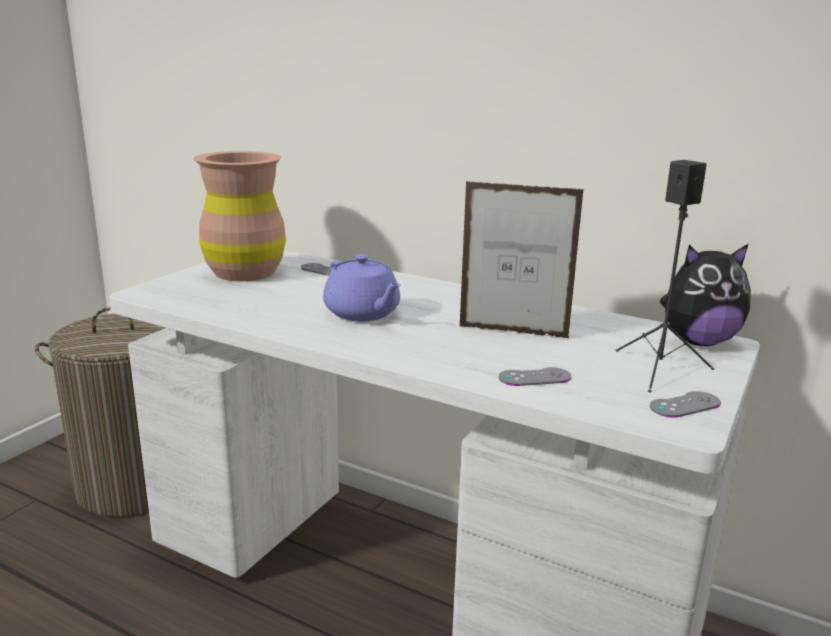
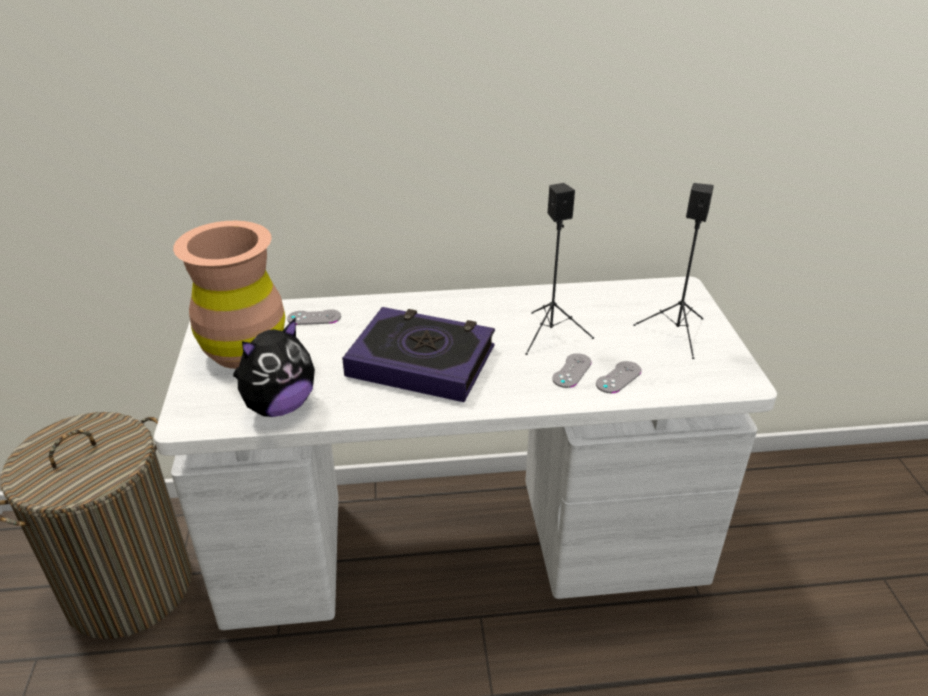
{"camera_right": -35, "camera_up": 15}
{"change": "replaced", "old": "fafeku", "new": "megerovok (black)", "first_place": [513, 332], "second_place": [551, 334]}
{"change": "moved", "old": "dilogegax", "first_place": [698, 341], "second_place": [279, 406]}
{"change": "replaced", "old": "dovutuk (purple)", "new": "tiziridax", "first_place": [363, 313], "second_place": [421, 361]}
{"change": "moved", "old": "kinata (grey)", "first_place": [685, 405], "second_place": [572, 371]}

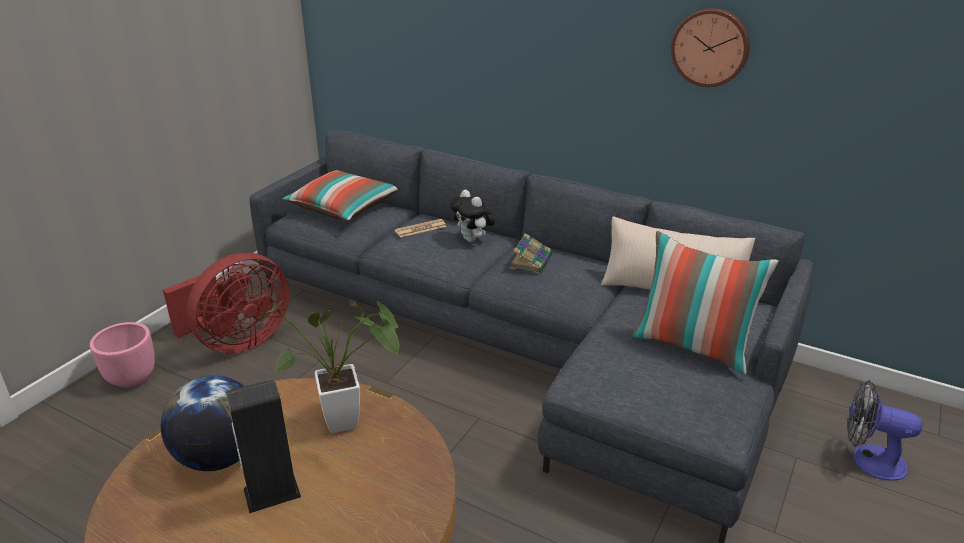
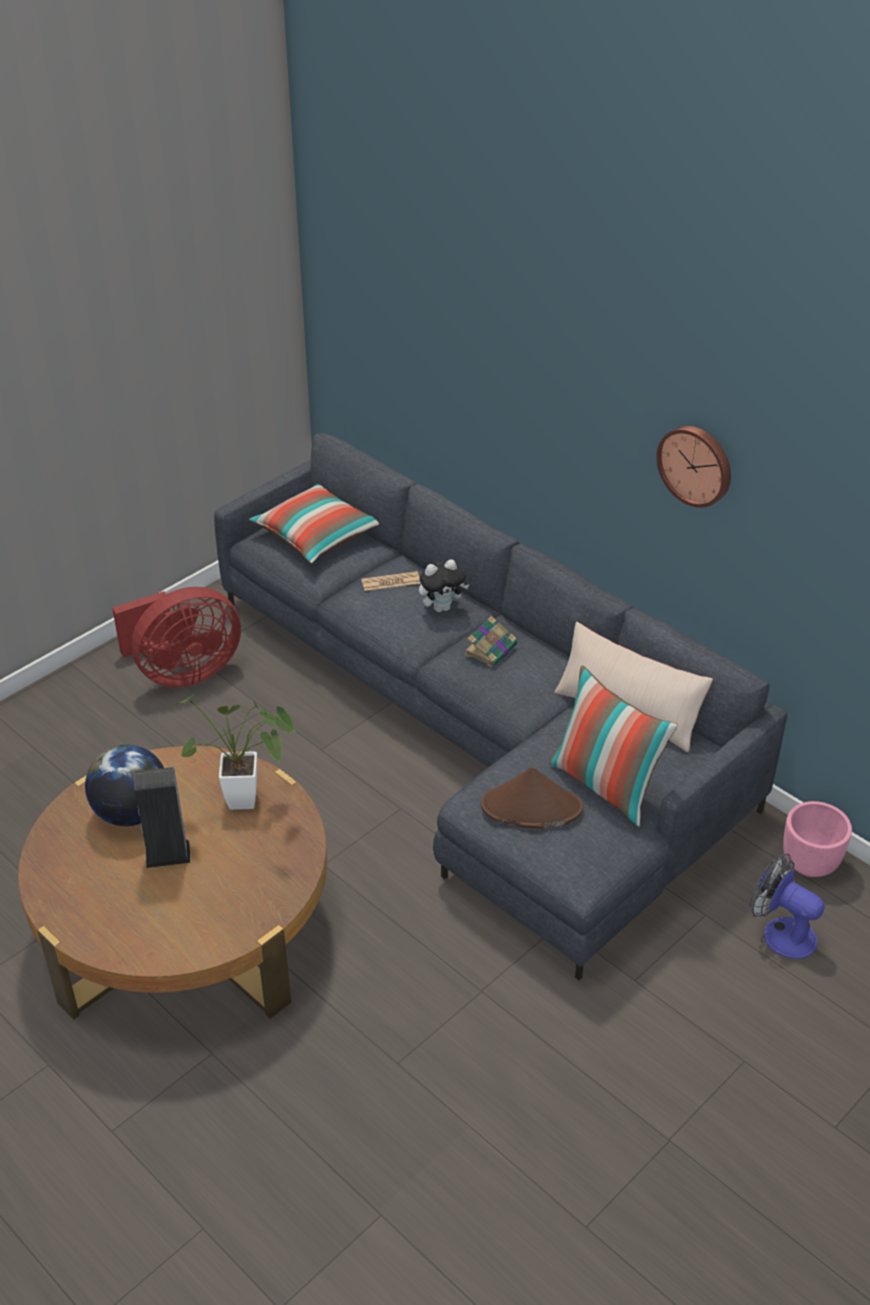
{"camera_right": 15, "camera_up": 10}
{"change": "turned", "old": "dilogegax", "first_place": [472, 240], "second_place": [442, 607], "degrees": -90}
{"change": "moved", "old": "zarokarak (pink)", "first_place": [132, 378], "second_place": [810, 863]}
{"change": "added", "new": "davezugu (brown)", "second_place": [531, 807]}

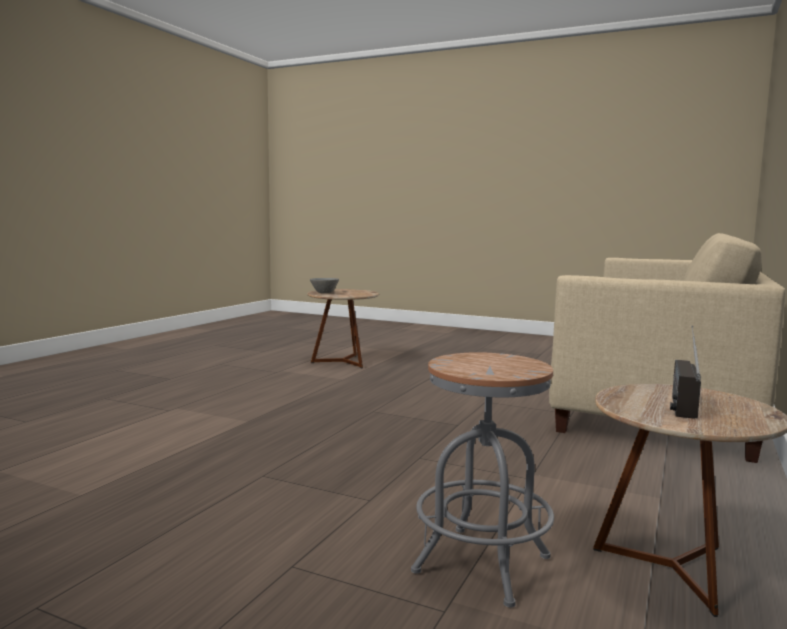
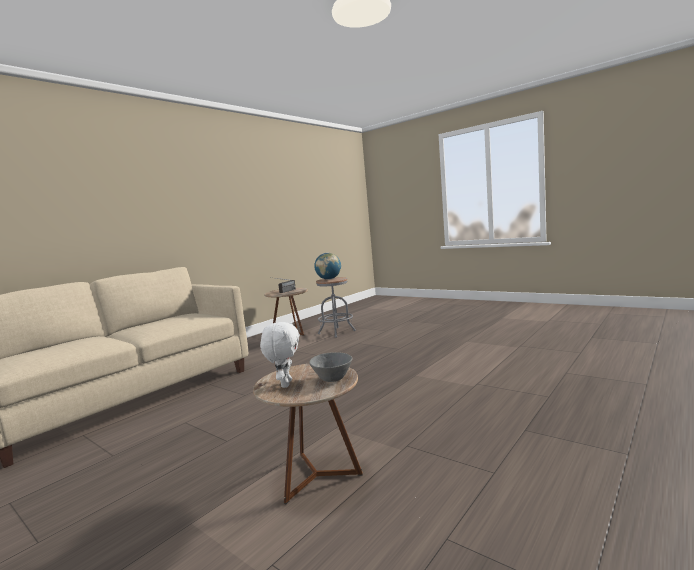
{"camera_right": -165, "camera_up": 0}
{"change": "added", "new": "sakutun", "second_place": [329, 279]}
{"change": "added", "new": "dilogegax (white)", "second_place": [285, 384]}

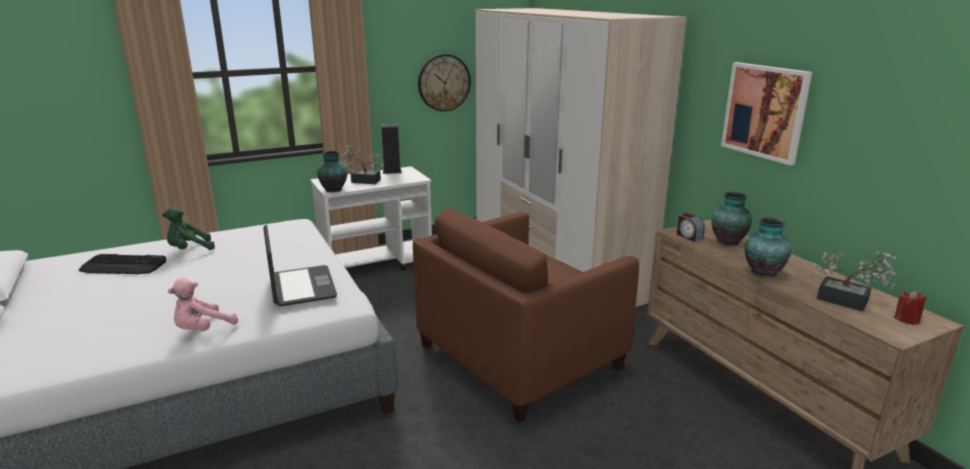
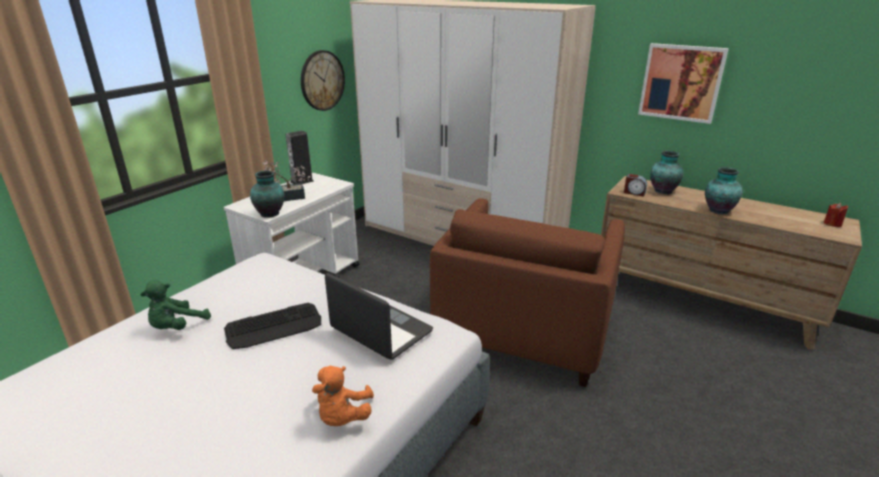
{"camera_right": -30, "camera_up": 5}
{"change": "removed", "old": "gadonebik", "first_place": [848, 302]}
{"change": "moved", "old": "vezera", "first_place": [124, 265], "second_place": [274, 326]}
{"change": "recoloured", "old": "dilogegax (pink)", "new": "dilogegax (orange)", "first_place": [202, 330], "second_place": [342, 417]}

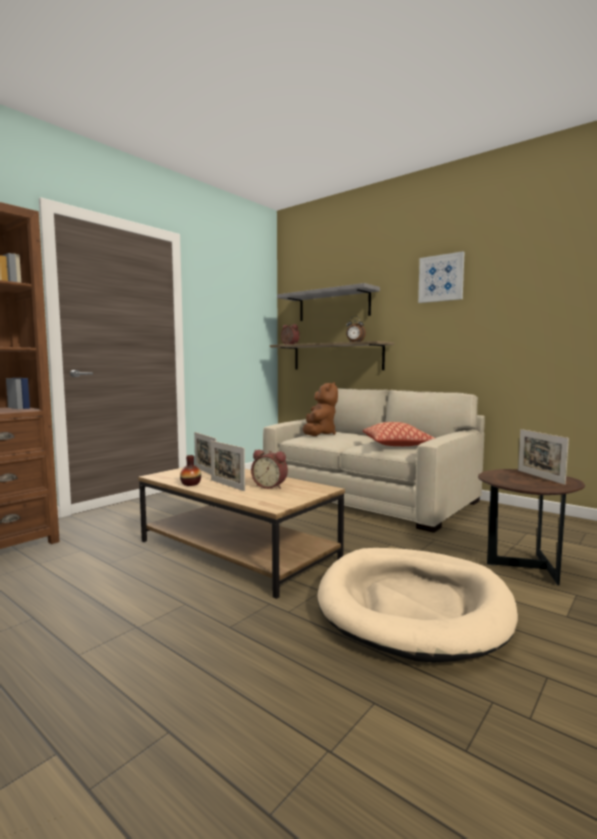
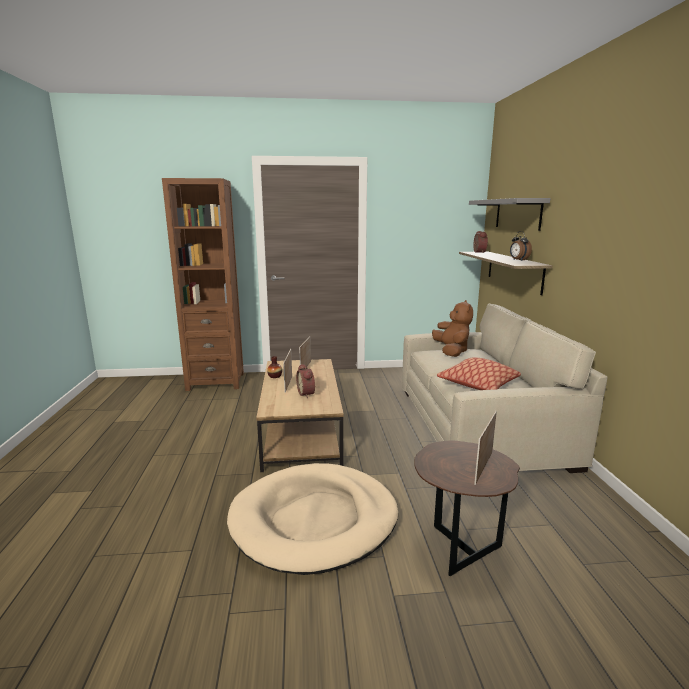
{"camera_right": 45, "camera_up": 10}
{"change": "removed", "old": "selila", "first_place": [441, 278]}
{"change": "turned", "old": "dilogegax (brown)", "first_place": [319, 434], "second_place": [451, 351], "degrees": -60}

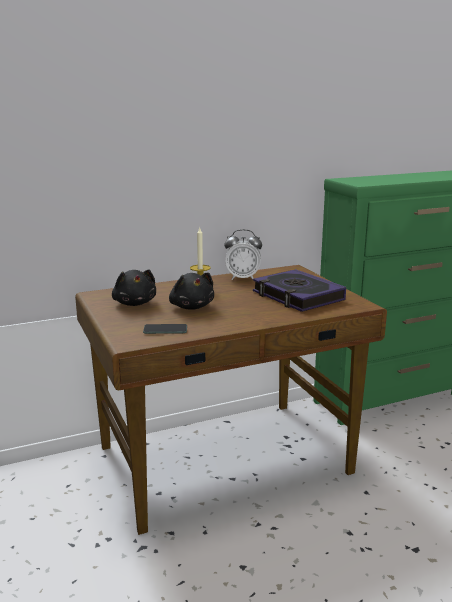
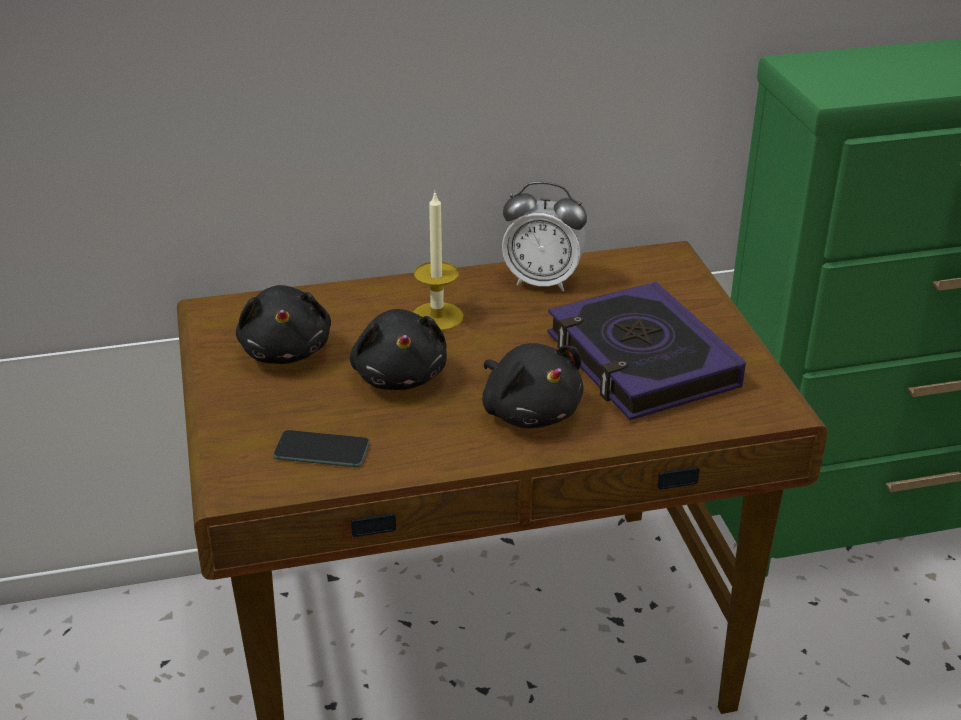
{"camera_right": 10, "camera_up": 15}
{"change": "added", "new": "dilogegax (black)", "second_place": [529, 411]}

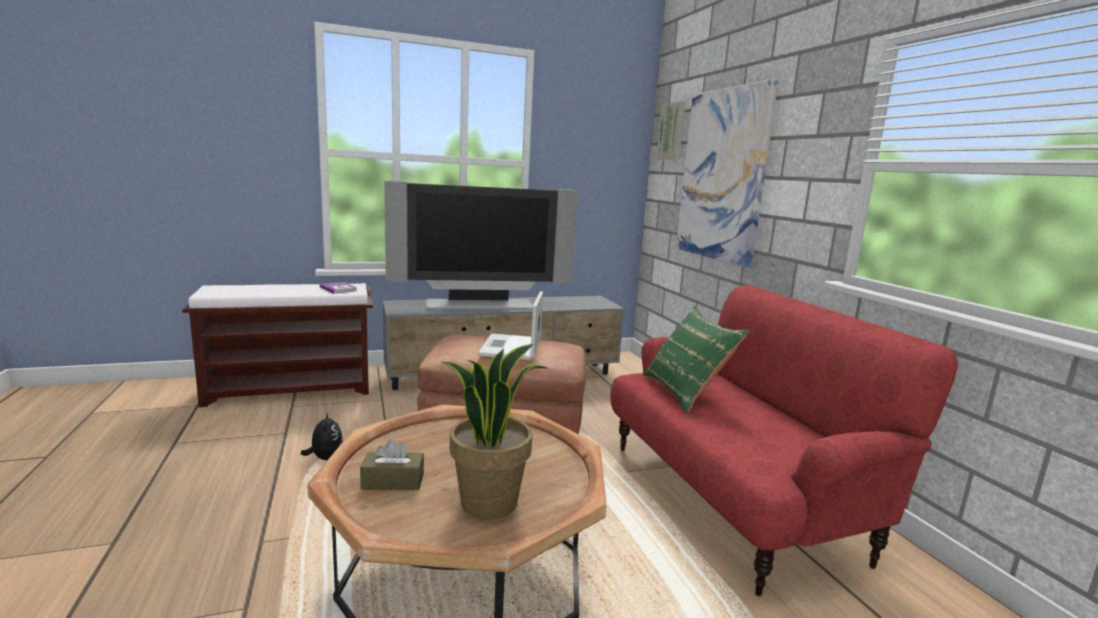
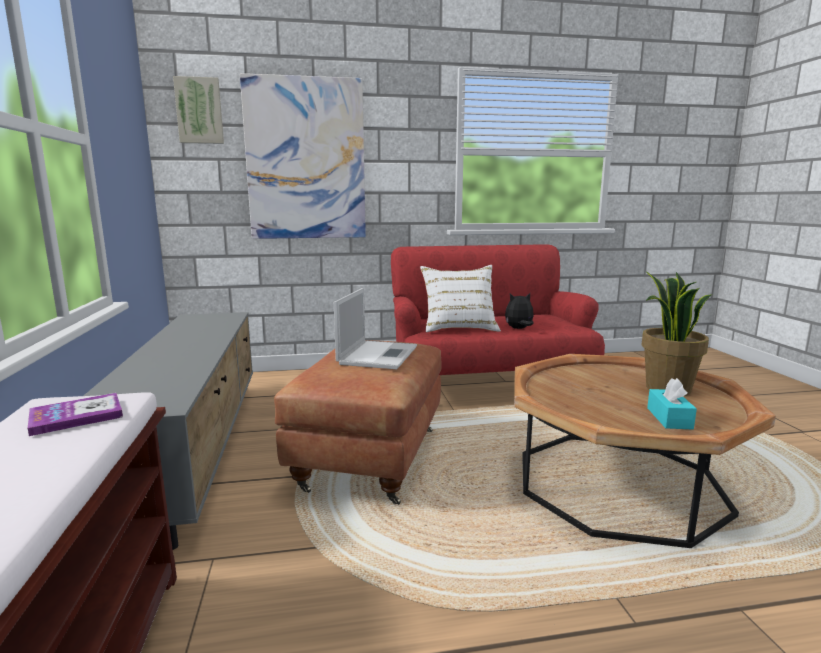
{"camera_right": -80, "camera_up": 0}
{"change": "removed", "old": "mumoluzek", "first_place": [480, 305]}
{"change": "turned", "old": "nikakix", "first_place": [511, 348], "second_place": [378, 355], "degrees": -90}
{"change": "recoloured", "old": "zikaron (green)", "new": "zikaron (white)", "first_place": [686, 392], "second_place": [459, 328]}
{"change": "moved", "old": "dilogegax", "first_place": [325, 458], "second_place": [519, 329]}
{"change": "recoloured", "old": "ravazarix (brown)", "new": "ravazarix (turquoise)", "first_place": [393, 481], "second_place": [669, 418]}

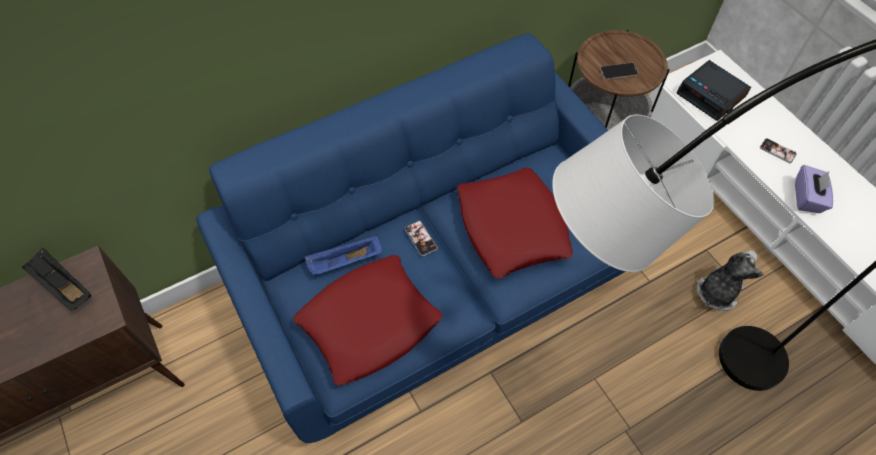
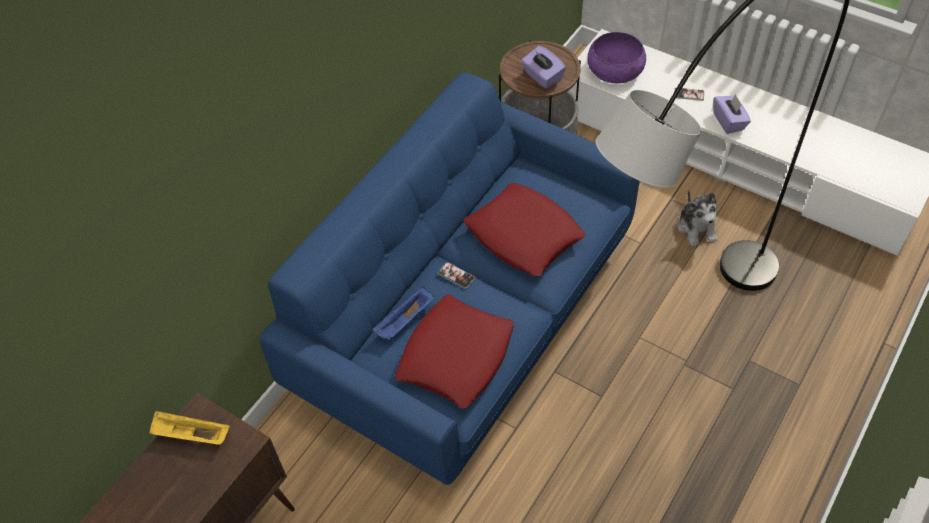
{"camera_right": -25, "camera_up": -5}
{"change": "replaced", "old": "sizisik", "new": "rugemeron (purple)", "first_place": [711, 95], "second_place": [615, 70]}
{"change": "replaced", "old": "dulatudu", "new": "ravazarix (purple)", "first_place": [619, 71], "second_place": [542, 77]}
{"change": "recoloured", "old": "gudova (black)", "new": "gudova (yellow)", "first_place": [63, 286], "second_place": [191, 435]}
{"change": "turned", "old": "dilogegax", "first_place": [717, 291], "second_place": [696, 228], "degrees": 150}

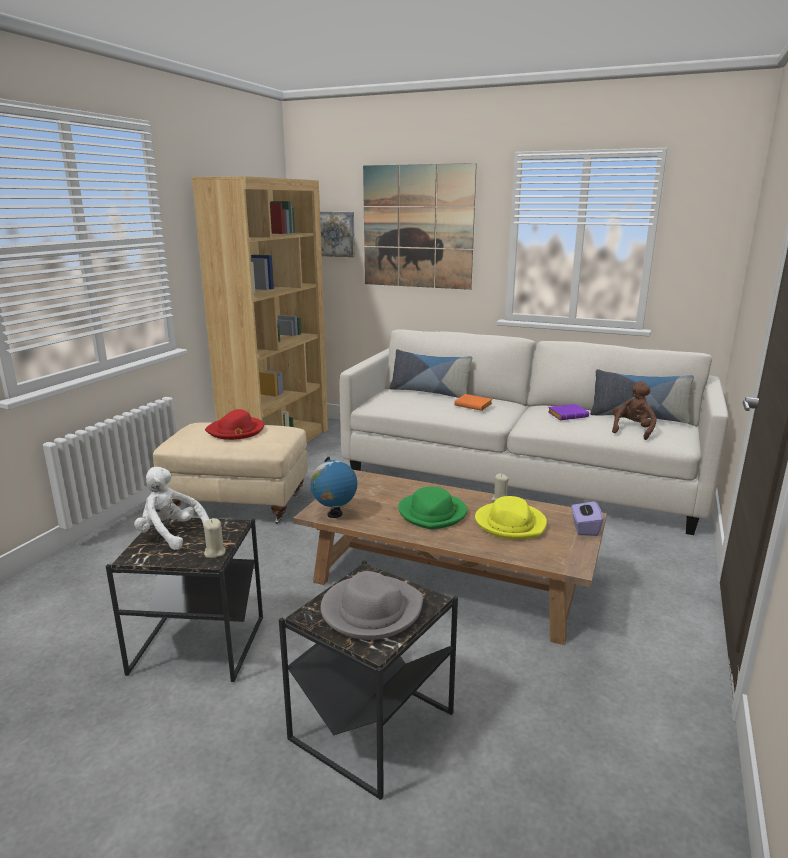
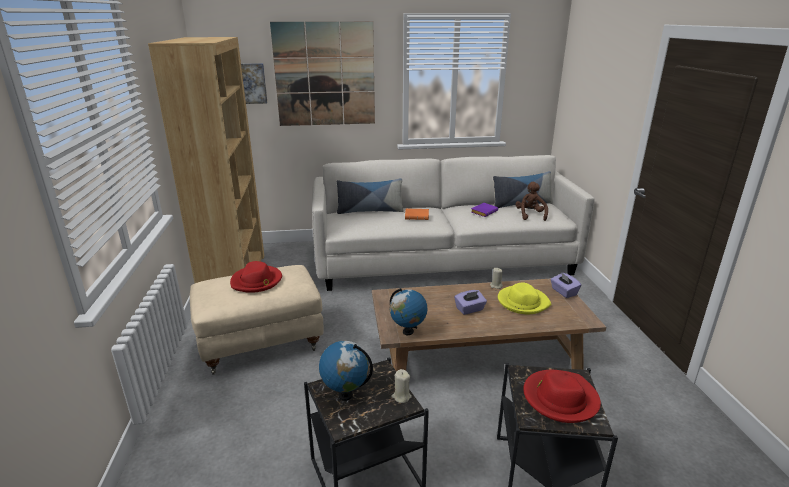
{"camera_right": -30, "camera_up": 5}
{"change": "replaced", "old": "dilogegax (white)", "new": "sakutun", "first_place": [171, 534], "second_place": [345, 395]}
{"change": "replaced", "old": "davezugu (green)", "new": "ravazarix (purple)", "first_place": [433, 513], "second_place": [470, 309]}
{"change": "recoloured", "old": "davezugu (grey)", "new": "davezugu (red)", "first_place": [371, 610], "second_place": [560, 398]}

